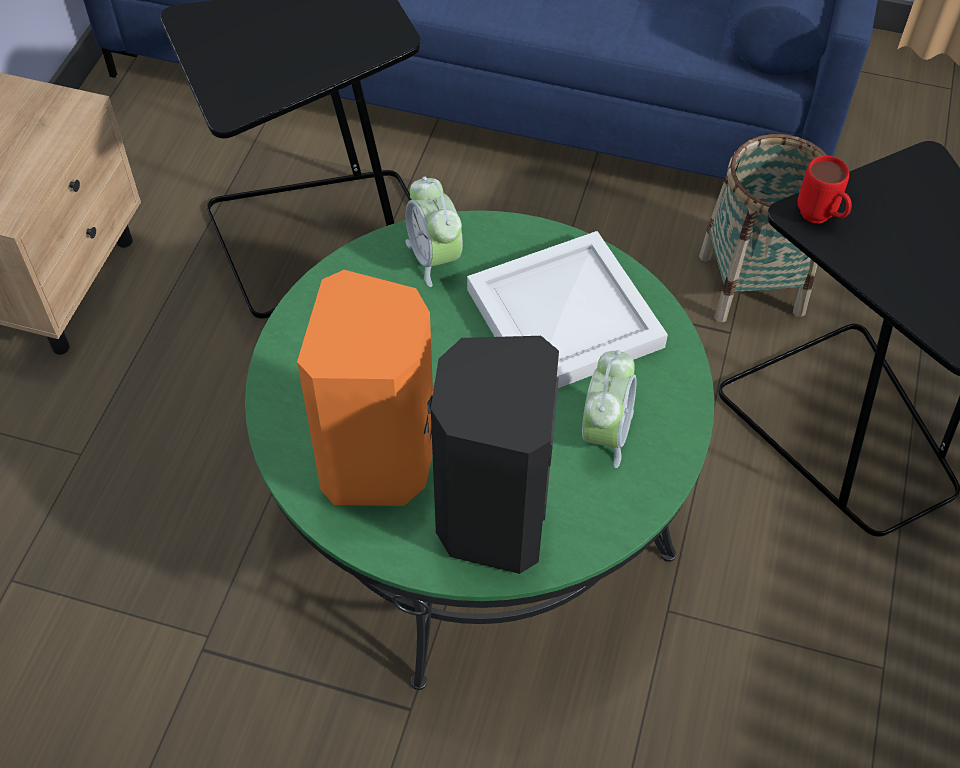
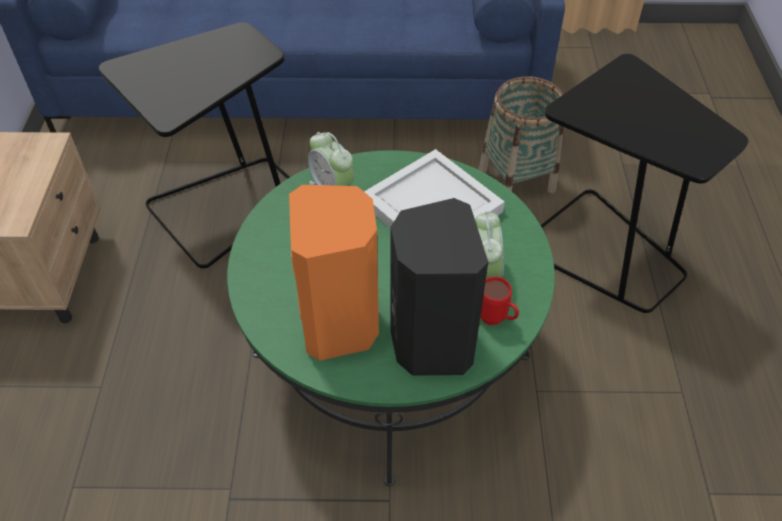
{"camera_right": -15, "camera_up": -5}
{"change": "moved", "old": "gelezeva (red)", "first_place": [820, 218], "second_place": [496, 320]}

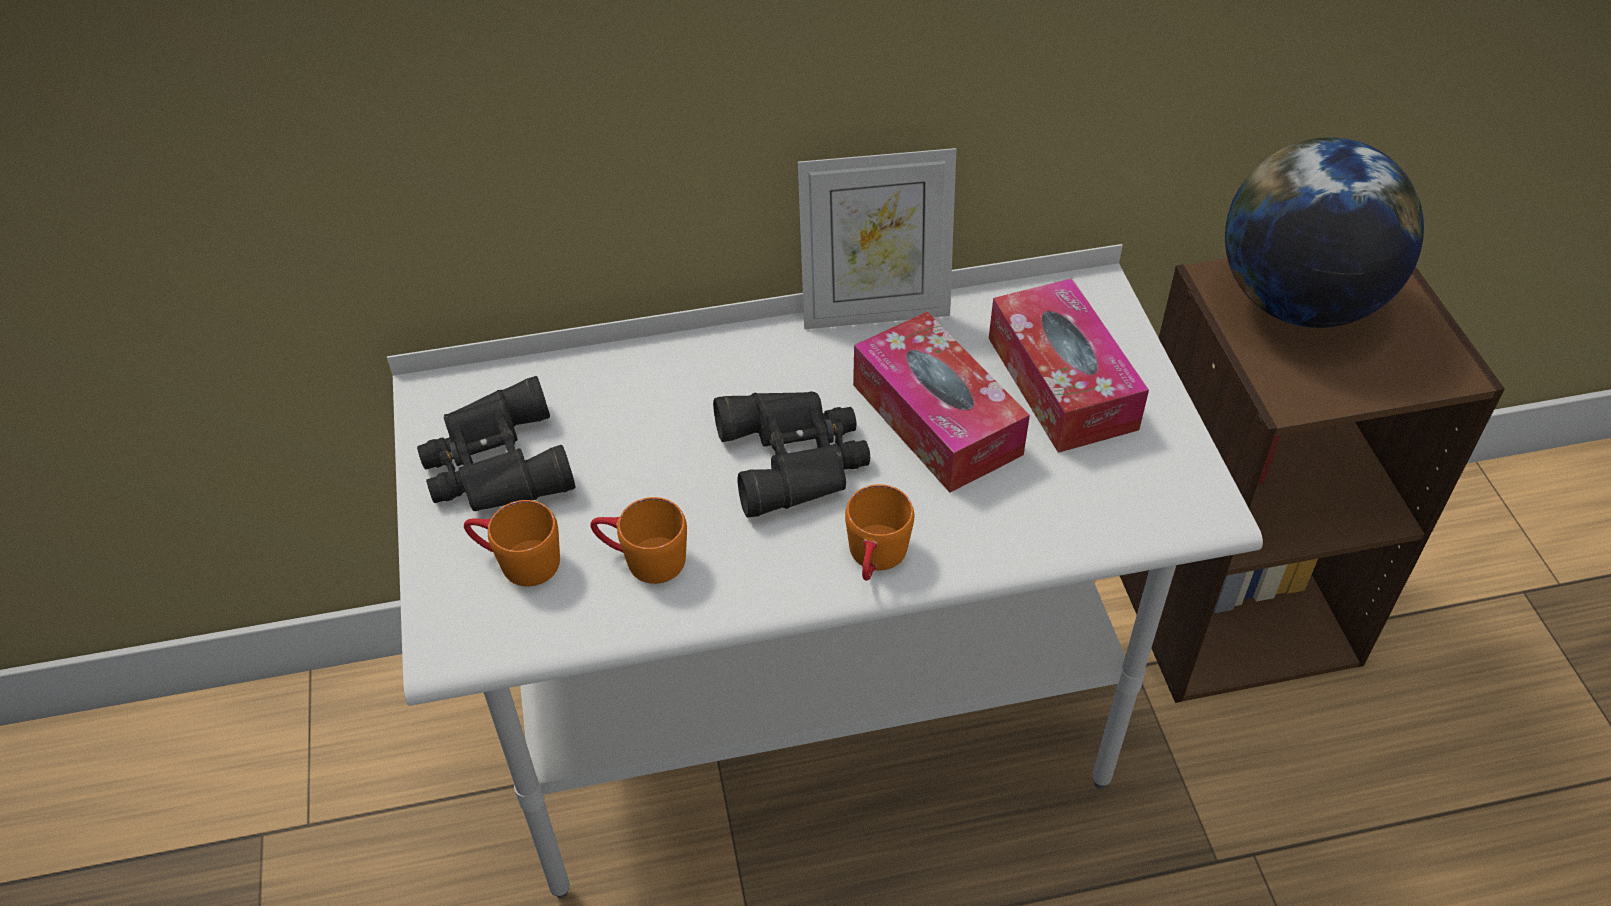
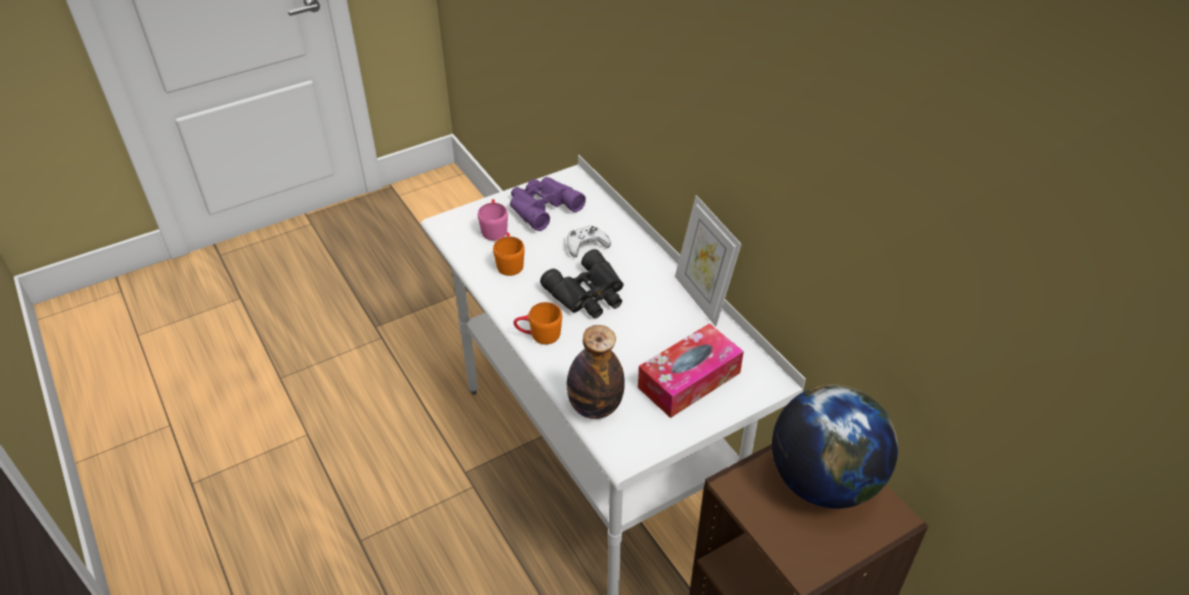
{"camera_right": 70, "camera_up": -5}
{"change": "removed", "old": "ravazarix", "first_place": [936, 419]}
{"change": "recoloured", "old": "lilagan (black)", "new": "lilagan (purple)", "first_place": [494, 465], "second_place": [541, 206]}
{"change": "recoloured", "old": "gelezeva (orange)", "new": "gelezeva (pink)", "first_place": [516, 561], "second_place": [494, 228]}
{"change": "added", "new": "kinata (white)", "second_place": [586, 245]}
{"change": "added", "new": "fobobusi", "second_place": [595, 407]}

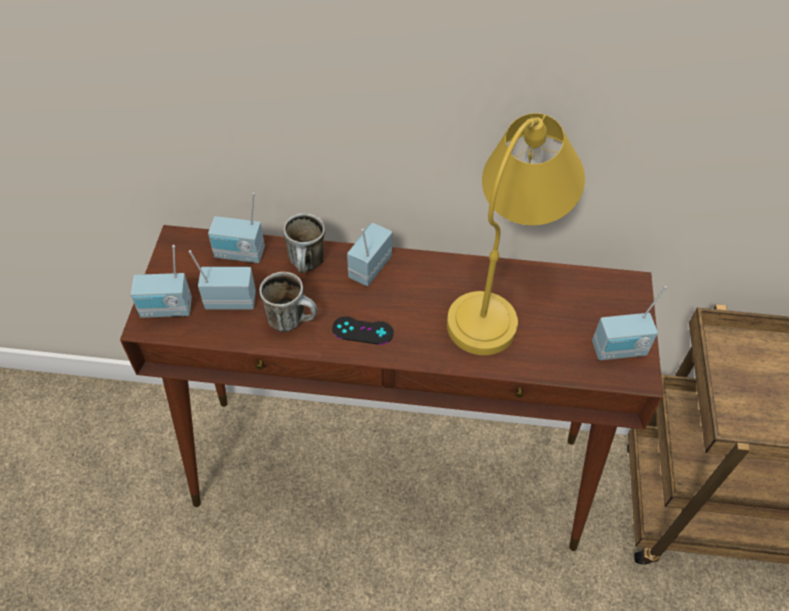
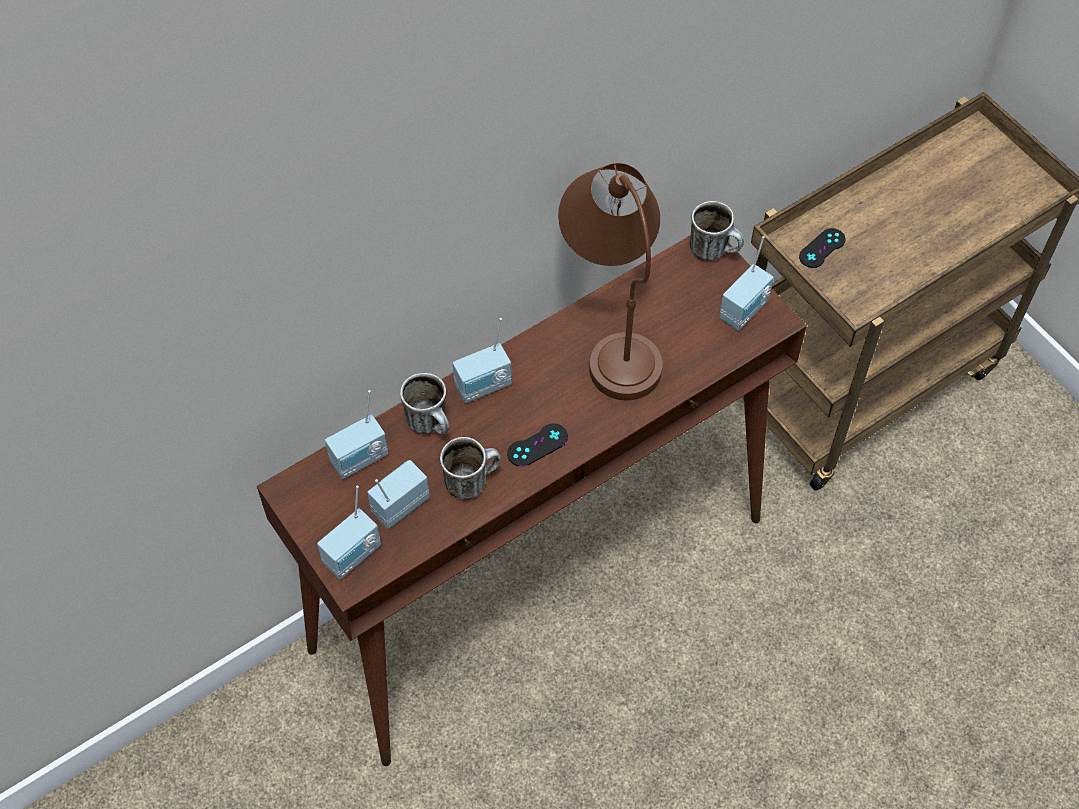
{"camera_right": -40, "camera_up": 5}
{"change": "recoloured", "old": "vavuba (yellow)", "new": "vavuba (brown)", "first_place": [502, 292], "second_place": [614, 328]}
{"change": "turned", "old": "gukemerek", "first_place": [368, 267], "second_place": [484, 387], "degrees": -105}
{"change": "added", "new": "gelezeva", "second_place": [714, 250]}
{"change": "added", "new": "kinata (black)", "second_place": [822, 248]}

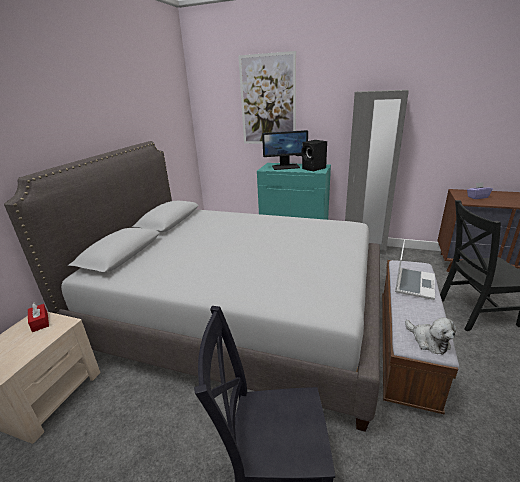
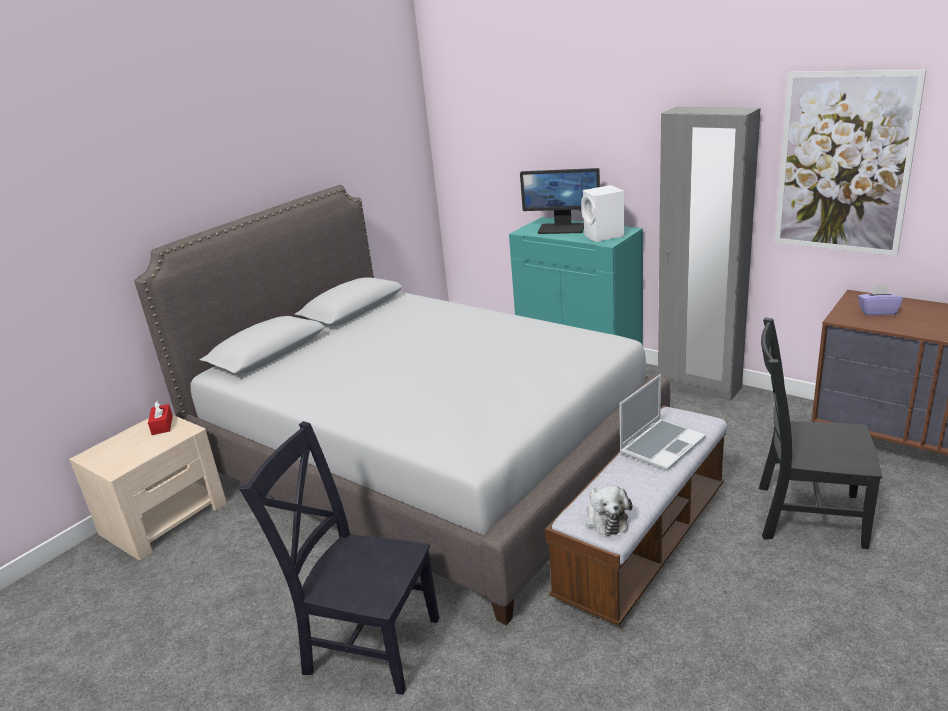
{"camera_right": 20, "camera_up": 0}
{"change": "moved", "old": "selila", "first_place": [268, 100], "second_place": [843, 163]}
{"change": "recoloured", "old": "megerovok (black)", "new": "megerovok (white)", "first_place": [314, 168], "second_place": [604, 236]}

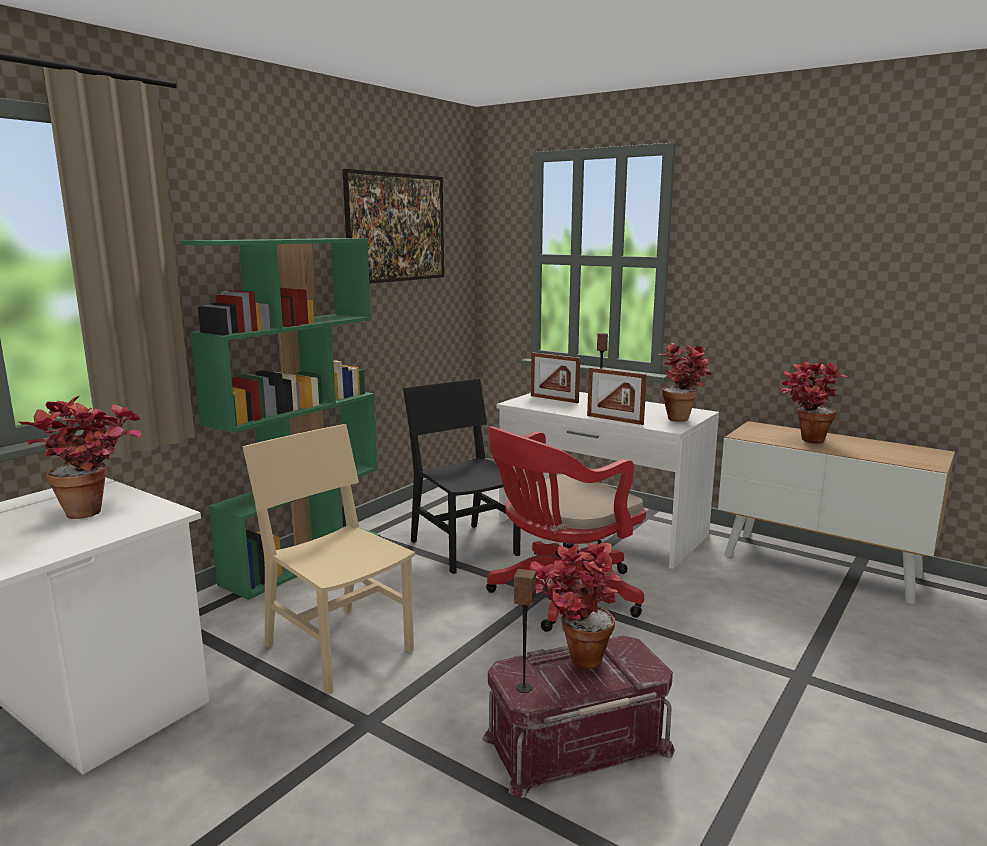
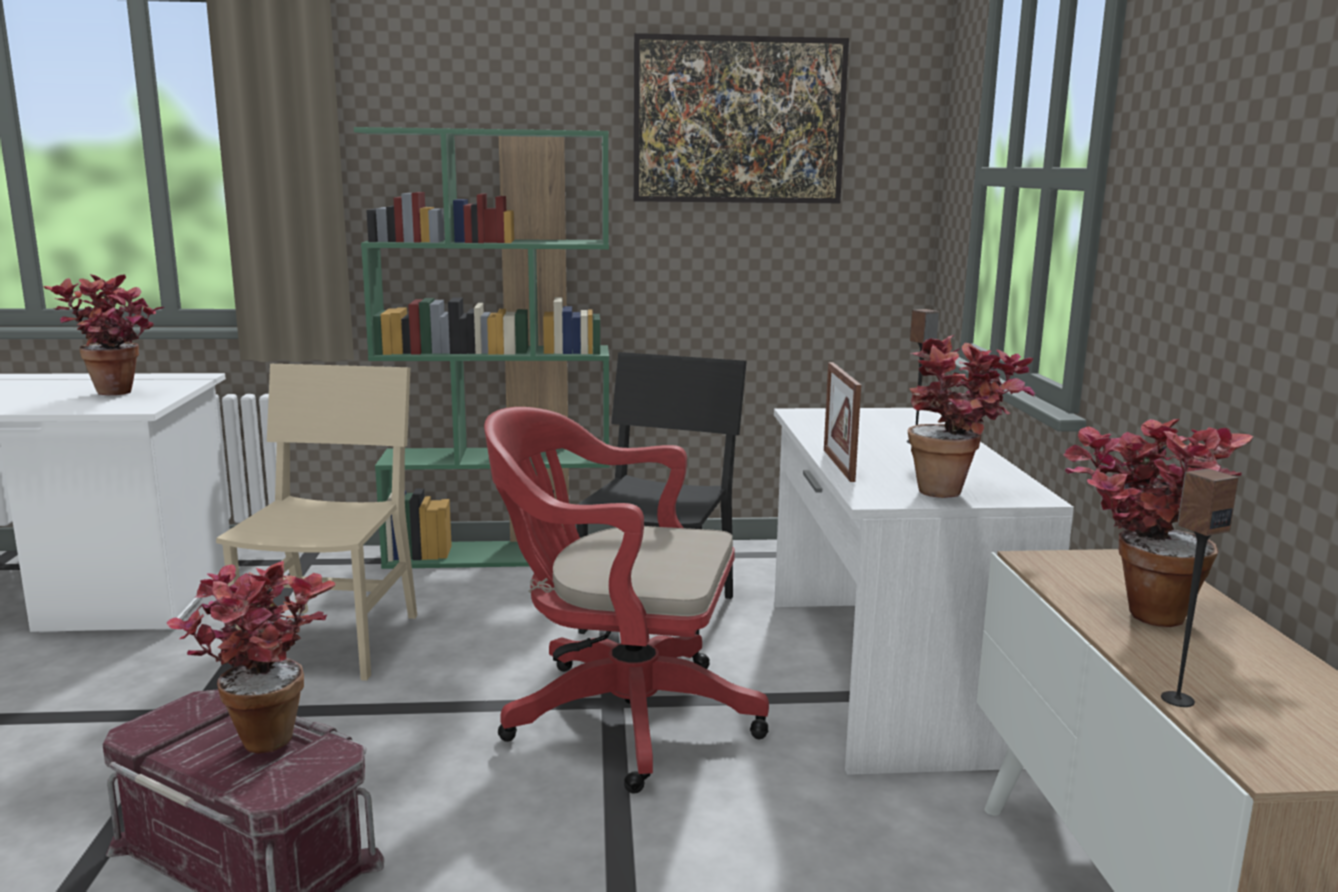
{"camera_right": 50, "camera_up": 0}
{"change": "removed", "old": "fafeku", "first_place": [554, 399]}
{"change": "moved", "old": "megerovok", "first_place": [523, 688], "second_place": [1177, 699]}

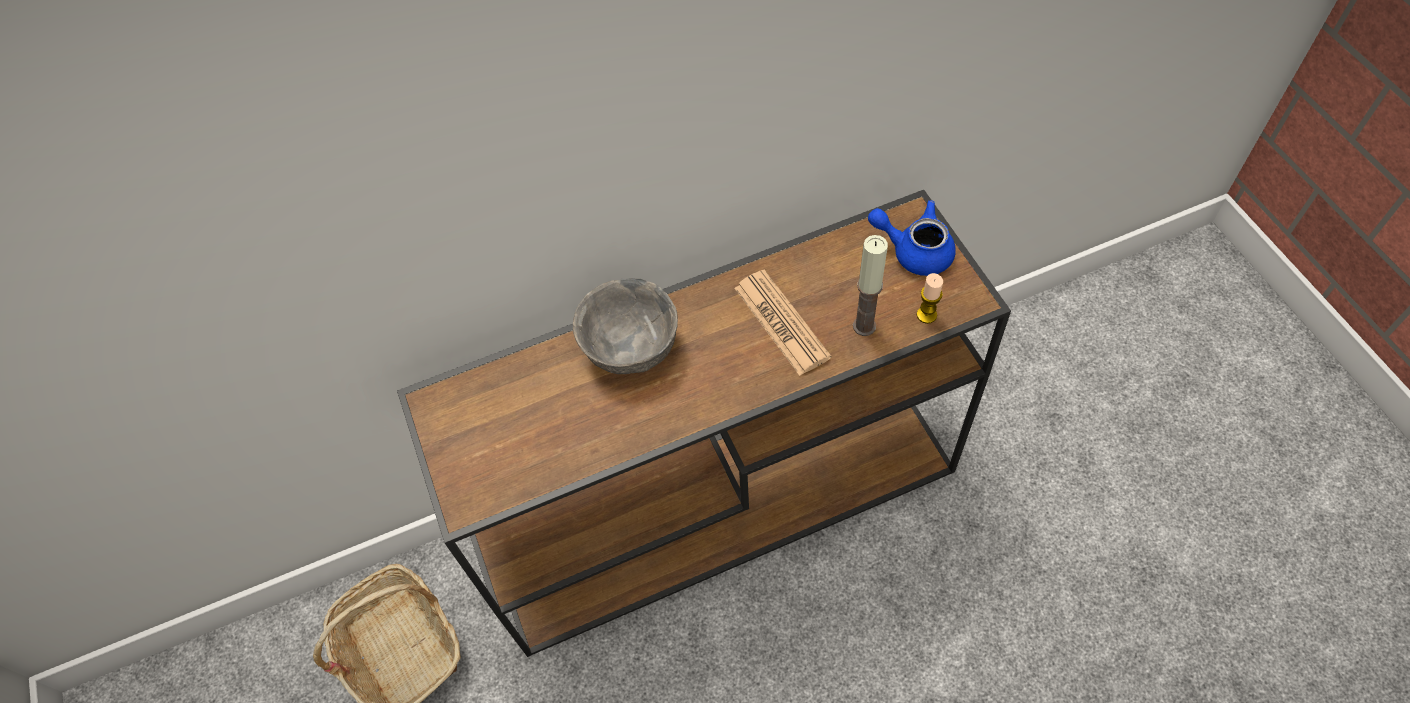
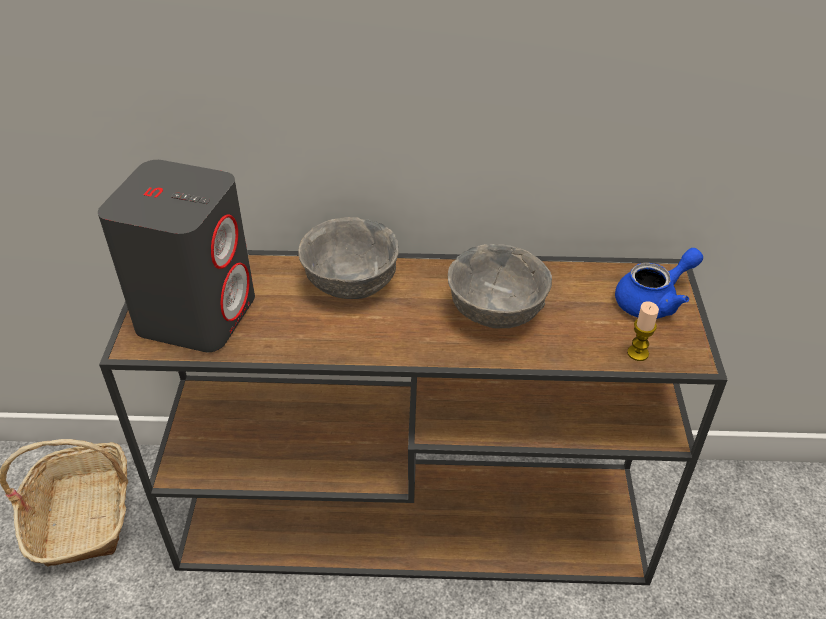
{"camera_right": 20, "camera_up": -15}
{"change": "turned", "old": "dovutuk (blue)", "first_place": [914, 250], "second_place": [653, 300], "degrees": 105}
{"change": "removed", "old": "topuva", "first_place": [864, 326]}
{"change": "replaced", "old": "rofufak", "new": "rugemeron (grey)", "first_place": [781, 322], "second_place": [494, 311]}
{"change": "added", "new": "megerovok (grey)", "second_place": [197, 313]}

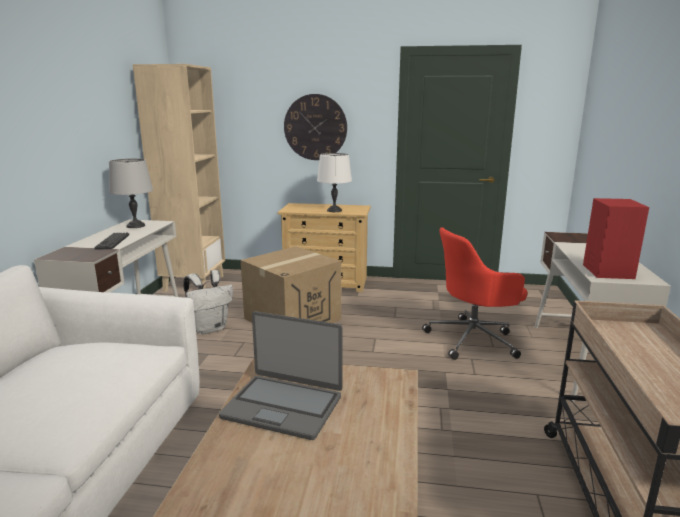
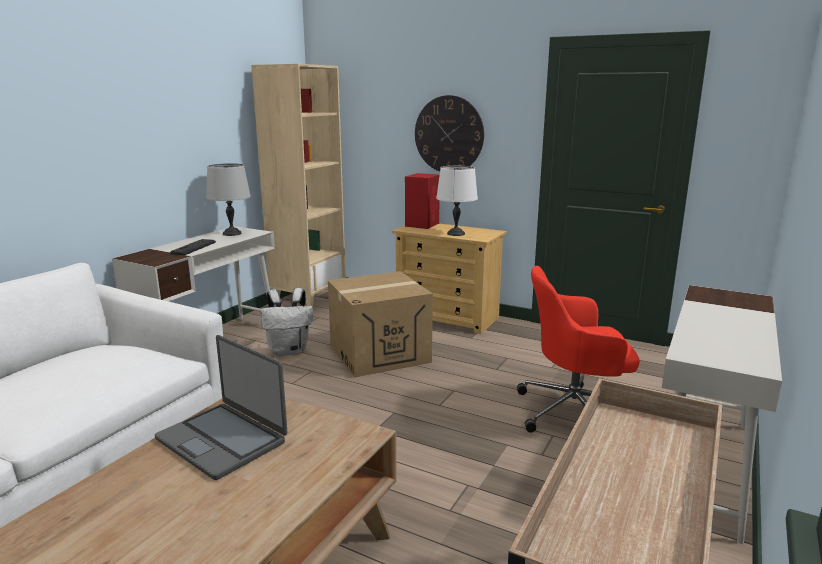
{"camera_right": 20, "camera_up": 0}
{"change": "moved", "old": "megerovok (red)", "first_place": [607, 271], "second_place": [422, 224]}

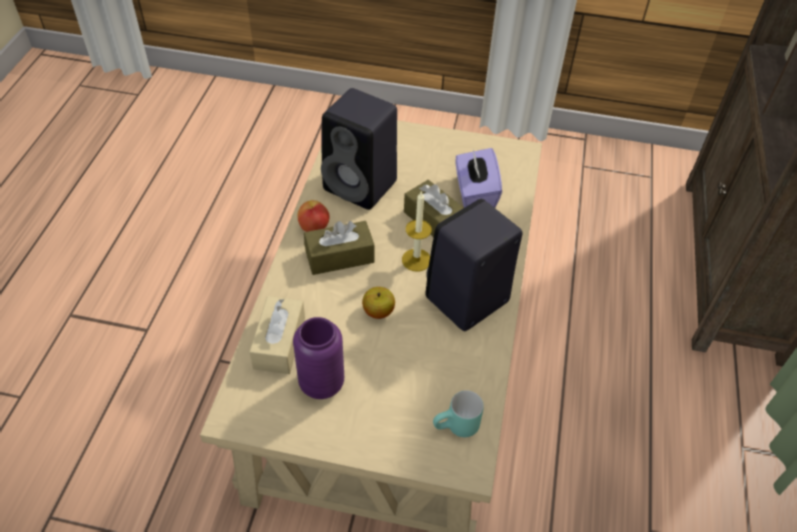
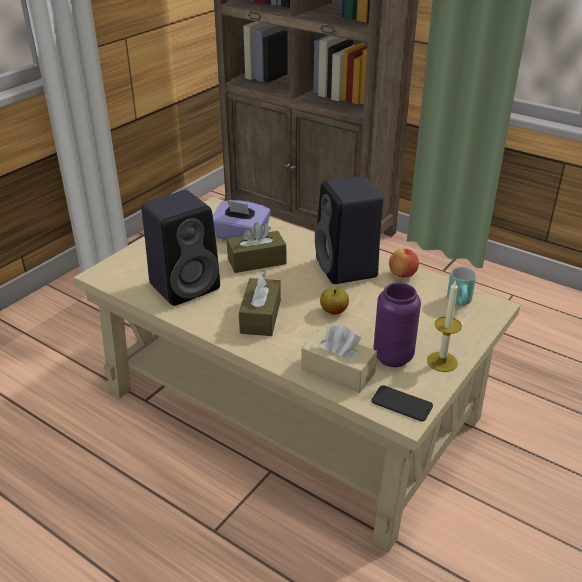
{"camera_right": -65, "camera_up": -15}
{"change": "moved", "old": "topuva", "first_place": [416, 260], "second_place": [442, 361]}
{"change": "moved", "old": "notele", "first_place": [314, 227], "second_place": [403, 274]}
{"change": "added", "new": "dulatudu", "second_place": [401, 404]}

